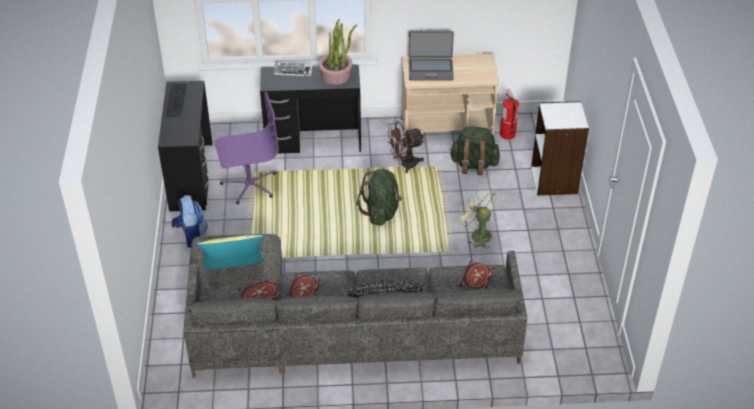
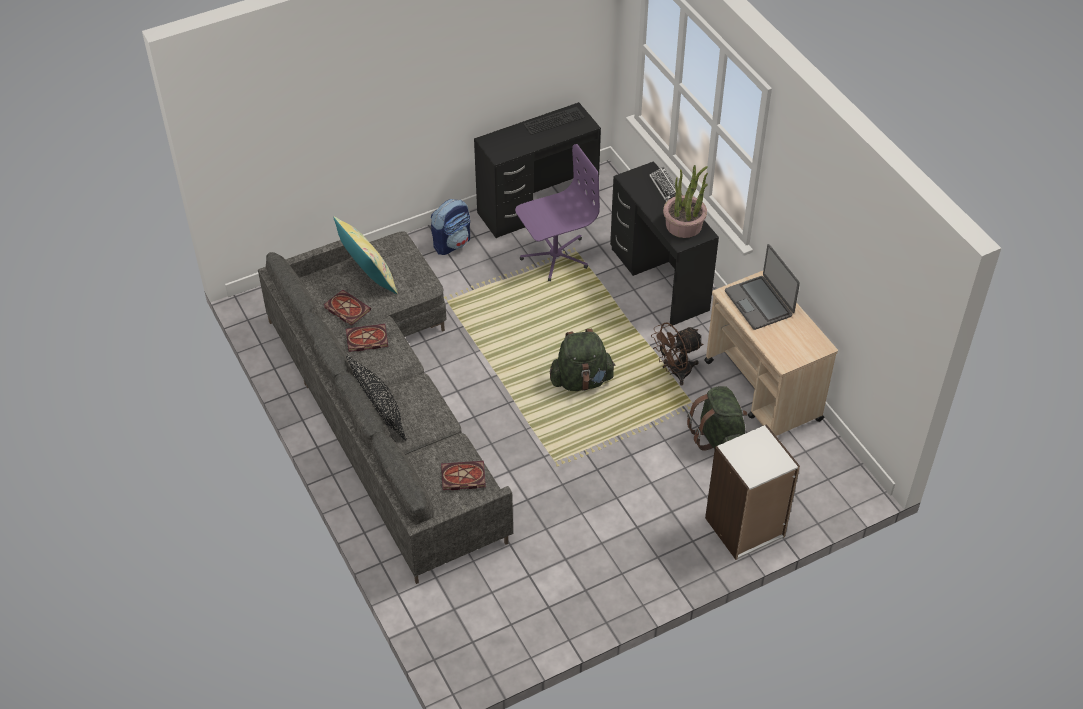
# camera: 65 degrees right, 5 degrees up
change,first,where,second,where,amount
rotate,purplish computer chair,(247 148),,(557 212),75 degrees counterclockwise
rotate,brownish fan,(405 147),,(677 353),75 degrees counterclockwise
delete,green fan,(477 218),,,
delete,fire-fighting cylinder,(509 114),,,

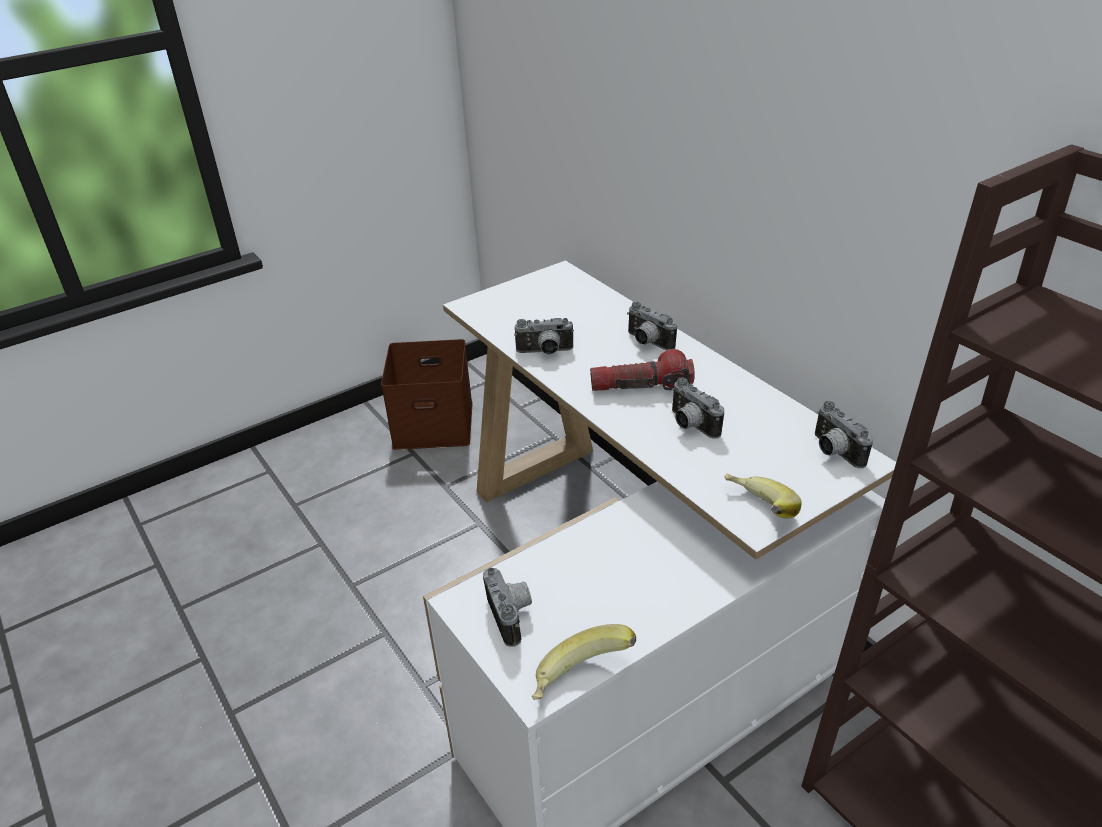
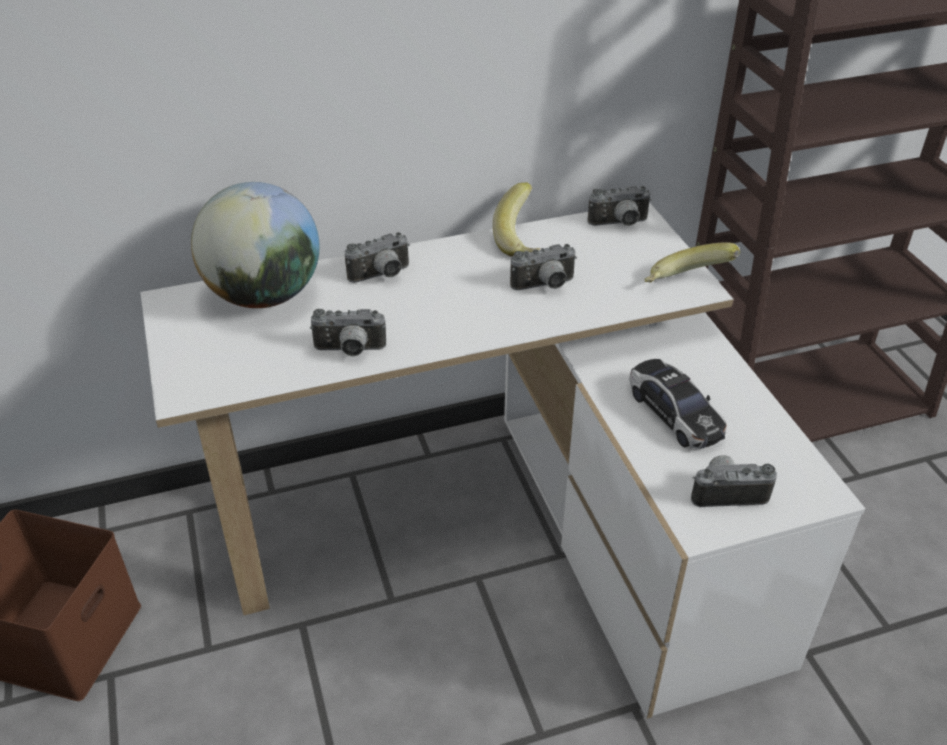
# camera: 75 degrees left, 5 degrees up
change,first,where,second,where,amount
insert,,,desk globe,(255 245),
rotate,photo camera,(544 336),,(348 333),75 degrees clockwise
move,whole banana,(584 662),,(516 219),
insert,,,toy car,(678 404),
delete,hand torch,(642 370),,,

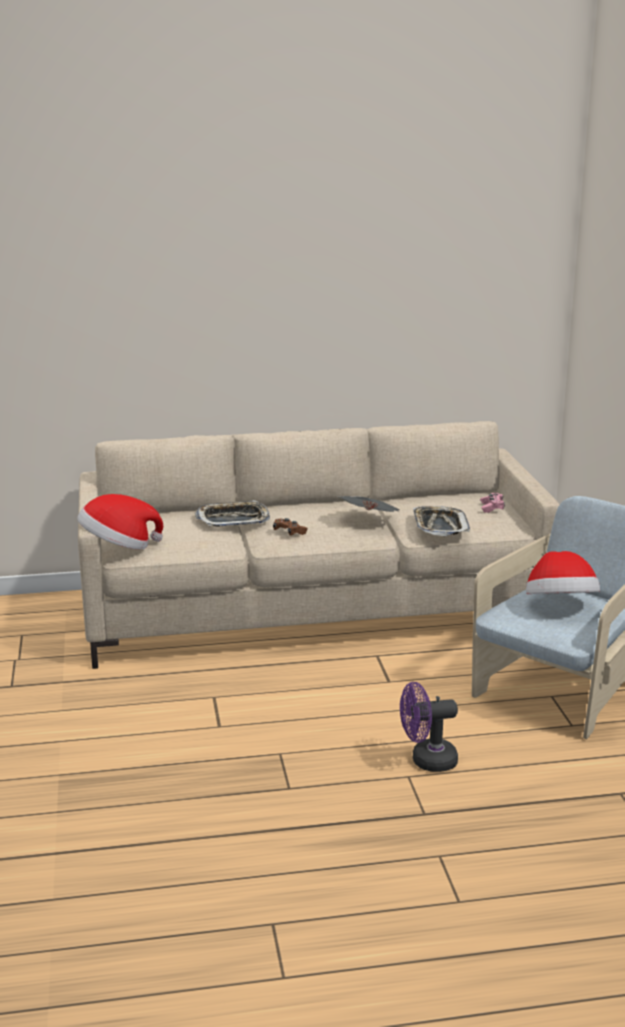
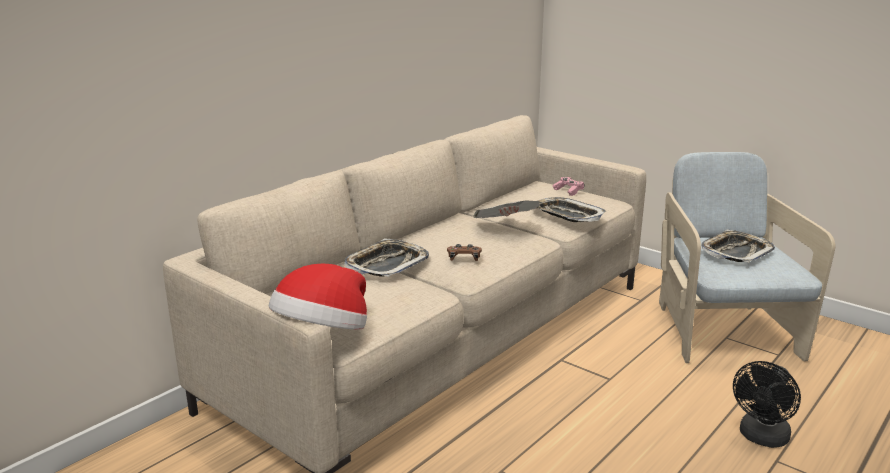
# camera: 40 degrees left, 0 degrees up
change,first,where,second,where,amount
replace,hat,(563 572),carrying tray,(738 246),
recolor,purplish fan,(429 727),black-coloured fan,(767 404),

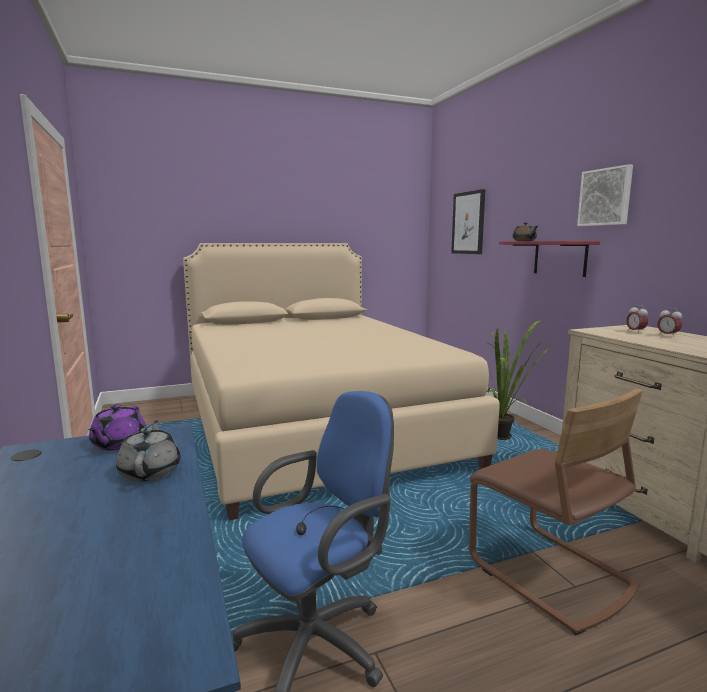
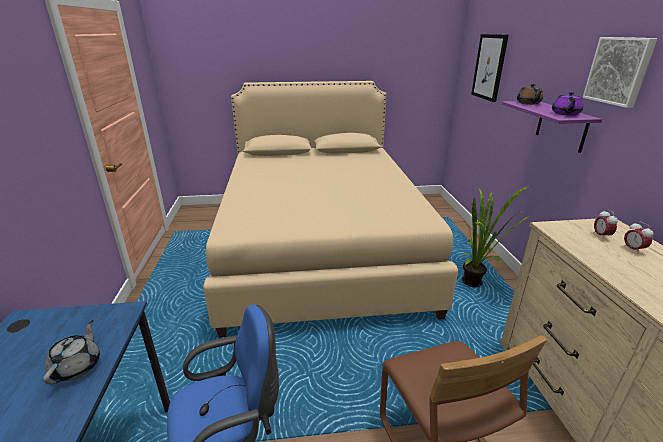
# camera: 15 degrees right, 15 degrees up
change,first,where,second,where,amount
recolor,red shelf,(549 259),purplish shelf,(552 127),
move,purplish tea pot,(117 427),,(567 104),

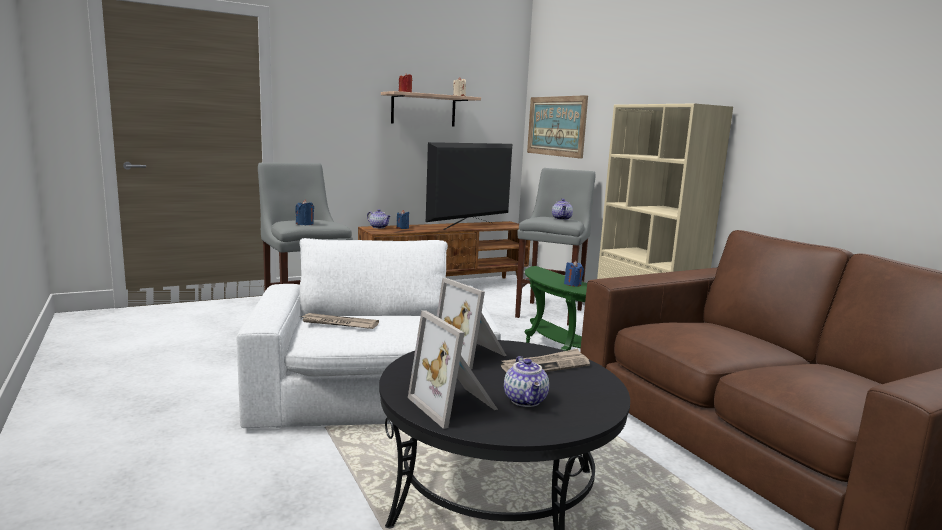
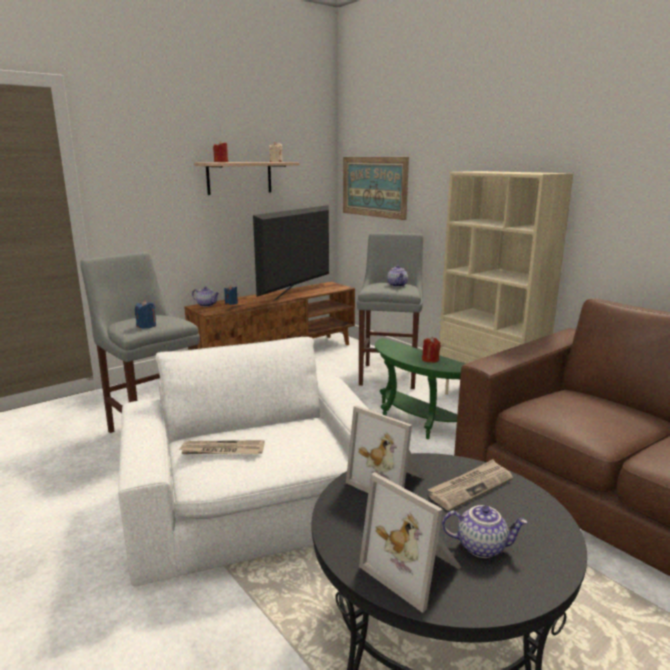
# camera: 10 degrees left, 5 degrees up
change,first,where,second,where,amount
recolor,bluish candle,(574 274),red candle,(431 350),
rotate,tea pot,(526 381),,(485 531),60 degrees counterclockwise

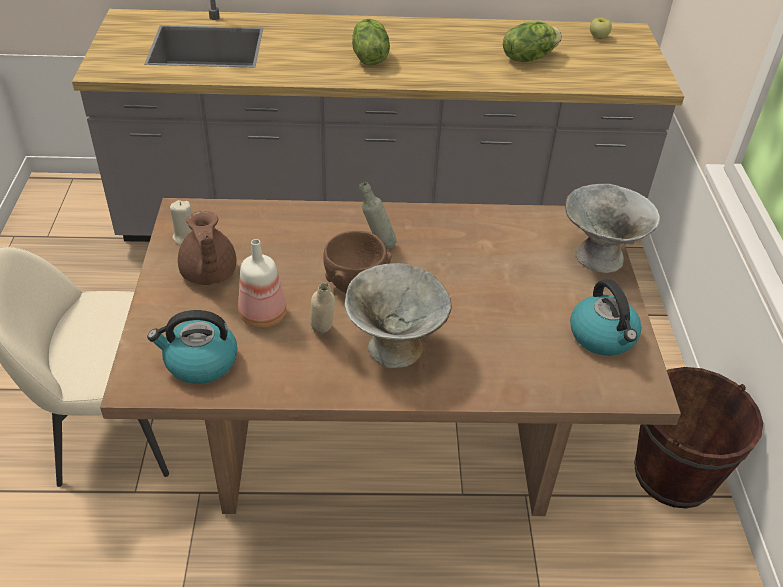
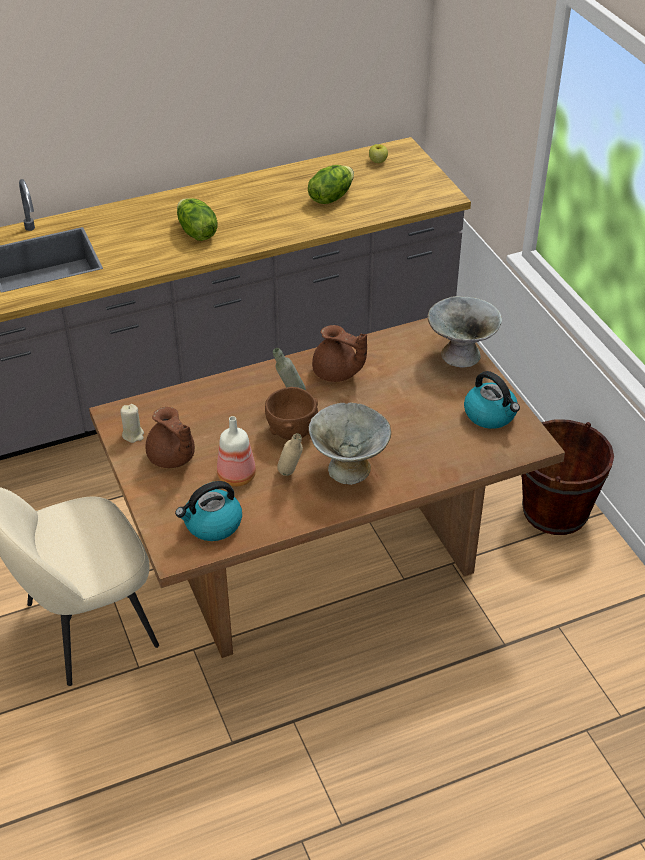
# camera: 20 degrees left, 0 degrees up
change,first,where,second,where,amount
insert,,,brownish tea pot,(339 353),

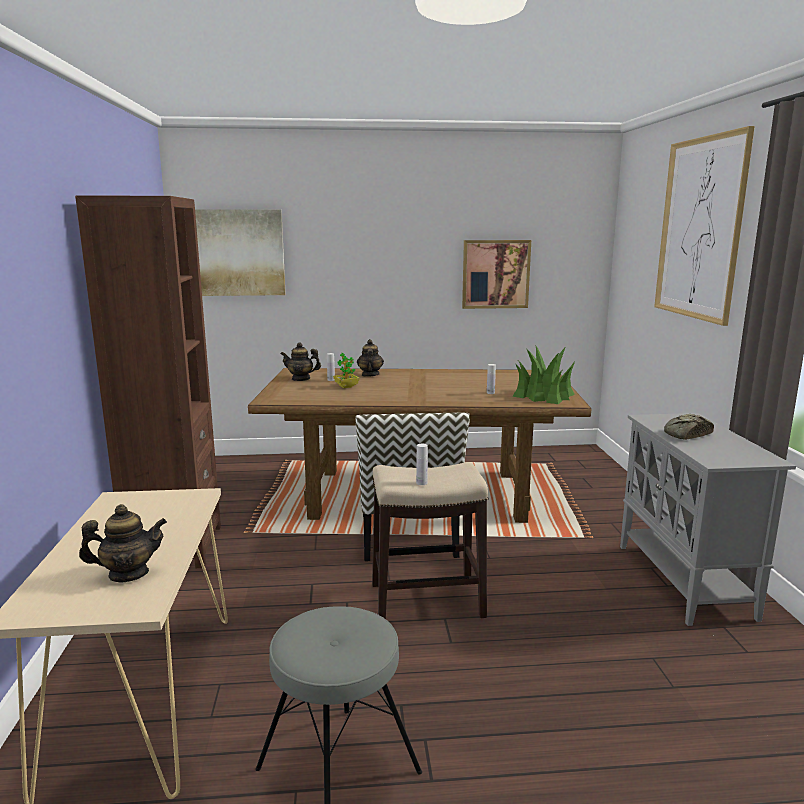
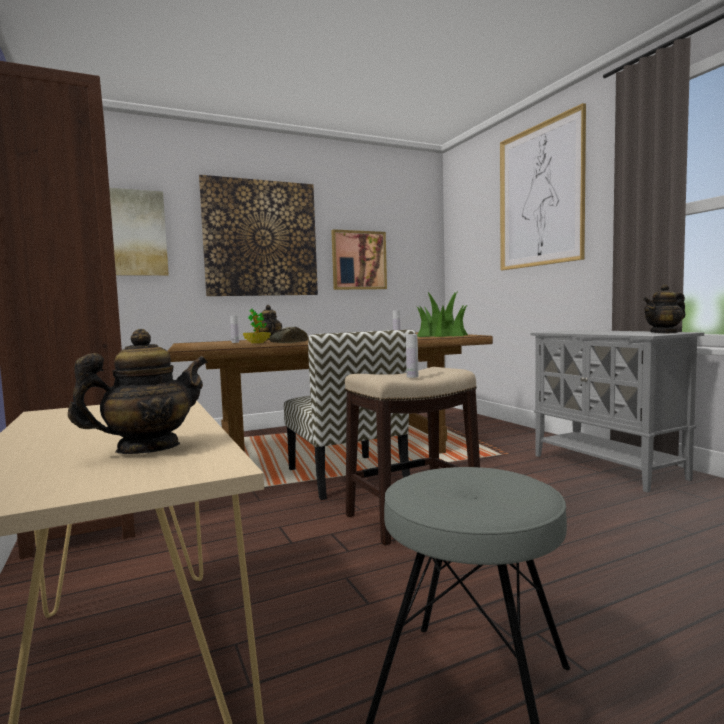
# camera: 20 degrees left, 10 degrees down
change,first,where,second,where,amount
insert,,,wall picture,(258 235),
move,bread,(689 427),,(289 335),
move,tea pot,(300 361),,(664 308),

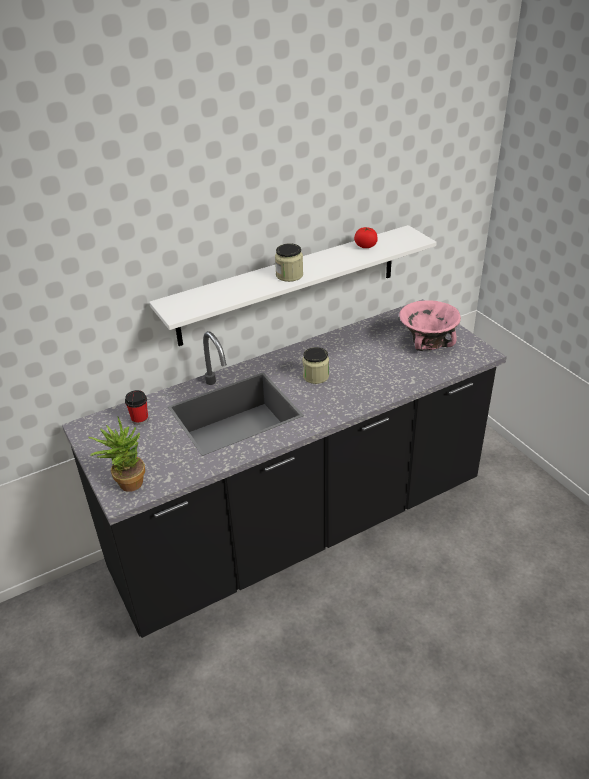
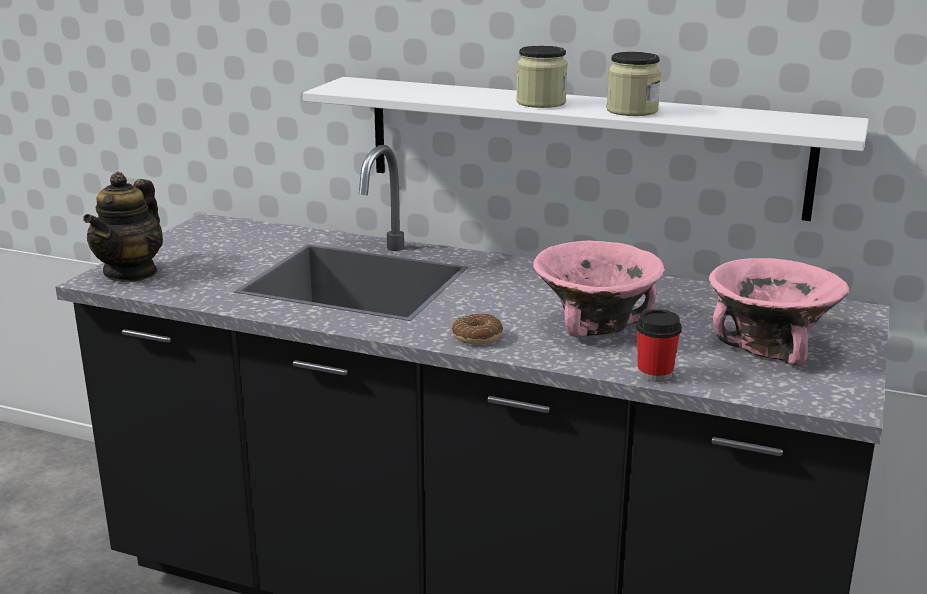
# camera: 50 degrees right, 15 degrees down
change,first,where,second,where,amount
replace,houseplant,(116 454),tea pot,(123 227),
insert,,,donut,(477 329),
insert,,,pinkish serving bowl,(598 289),
move,jar,(315 365),,(634 84),
move,drinking cup,(136 407),,(659 345),
delete,fresh tomato,(366 237),,,

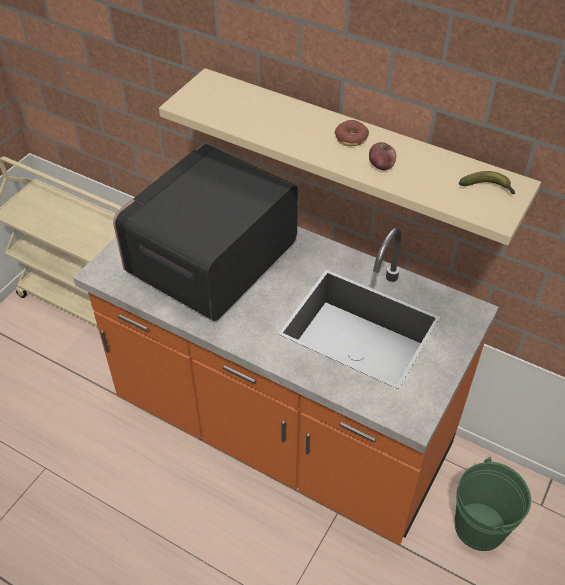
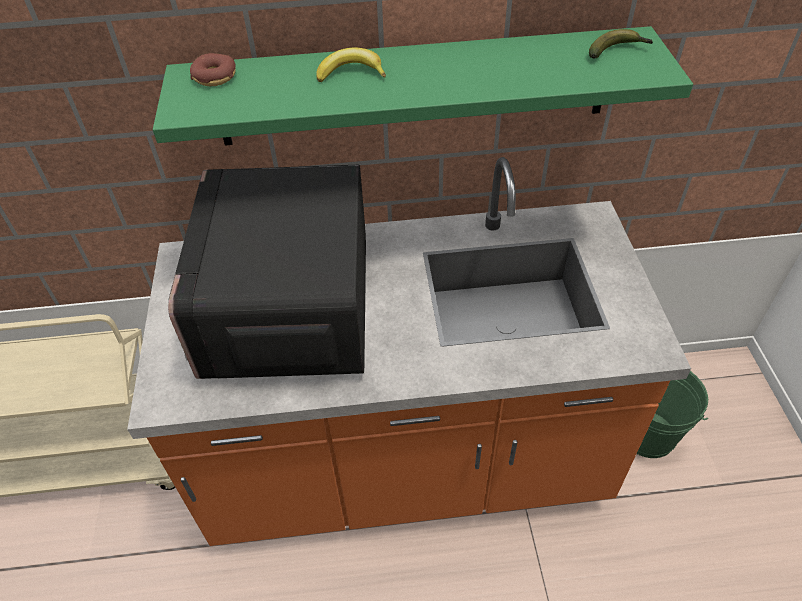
# camera: 35 degrees left, 0 degrees up
change,first,where,second,where,amount
recolor,beige-coloured shelf,(350 157),green shelf,(423 86),
move,donut,(352 133),,(213 69),
insert,,,whole banana,(351 64),
delete,apple fruit,(382 156),,,

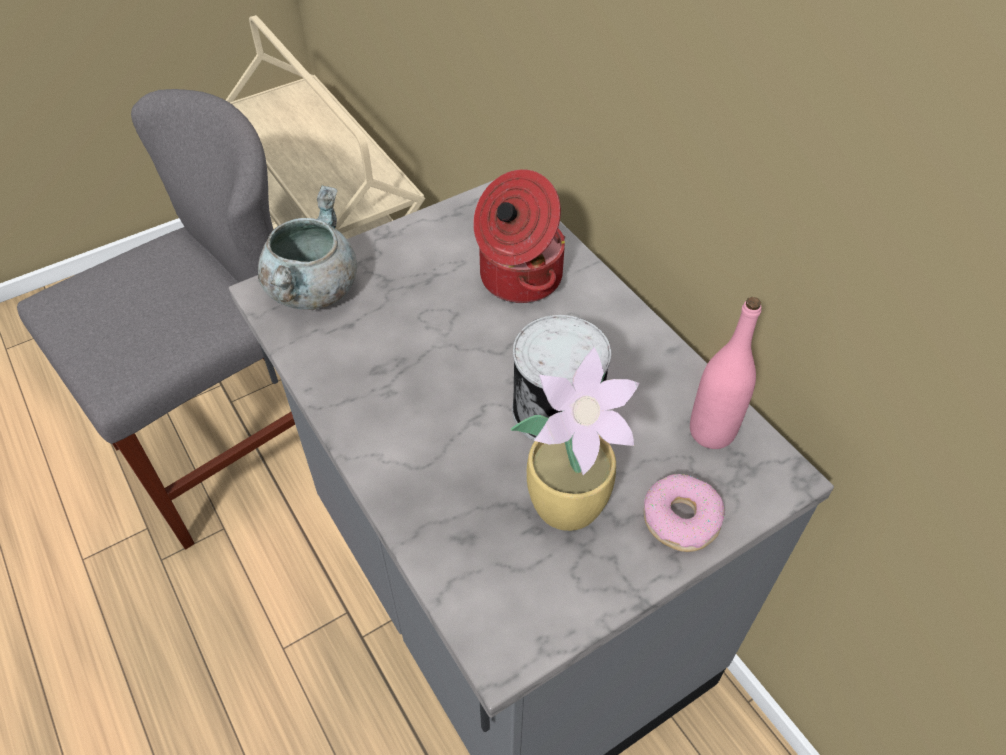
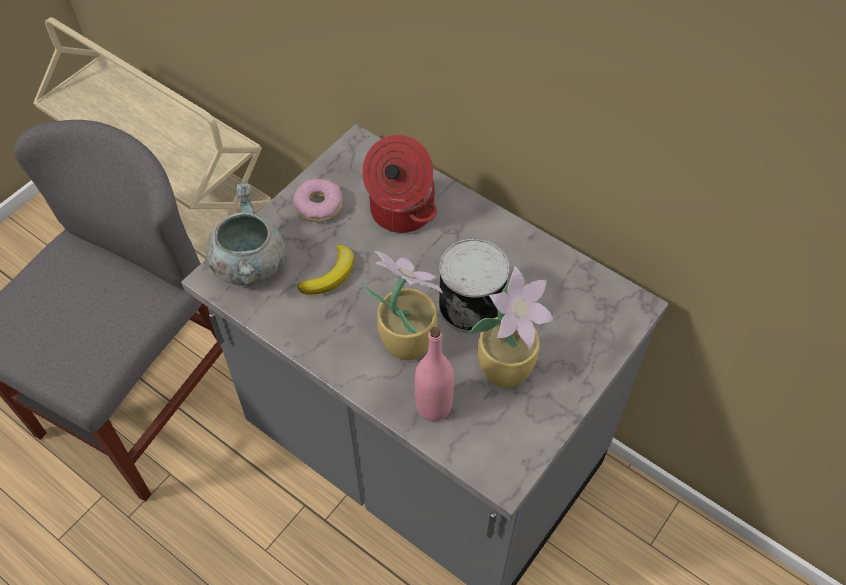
# camera: 20 degrees left, 5 degrees up
change,first,where,second,where,amount
move,donut,(684 513),,(317 200),
insert,,,whole banana,(325 269),
insert,,,houseplant,(402 305),
move,pinkish drink bottle,(725 373),,(434 374),

